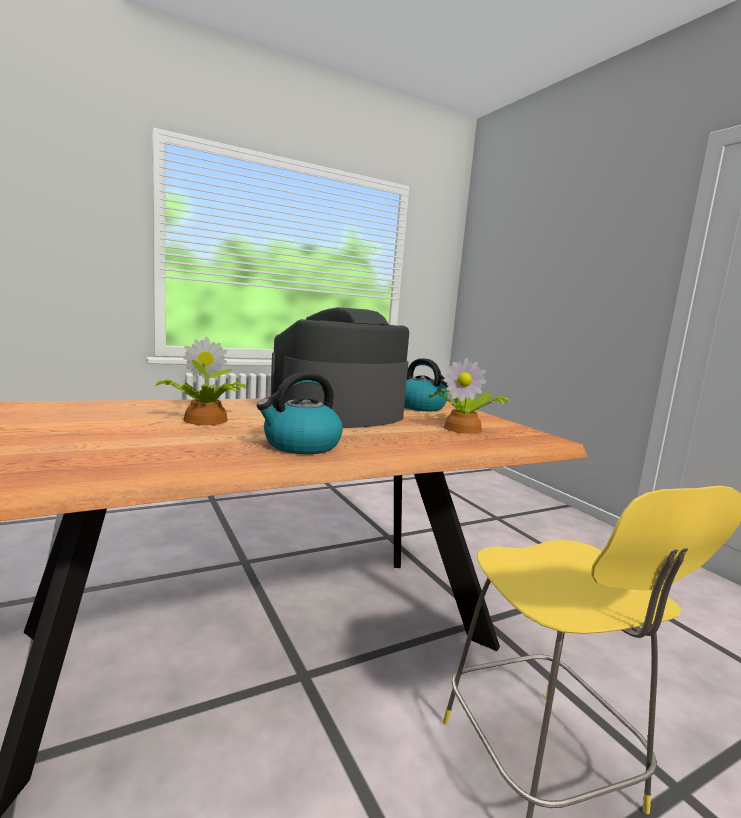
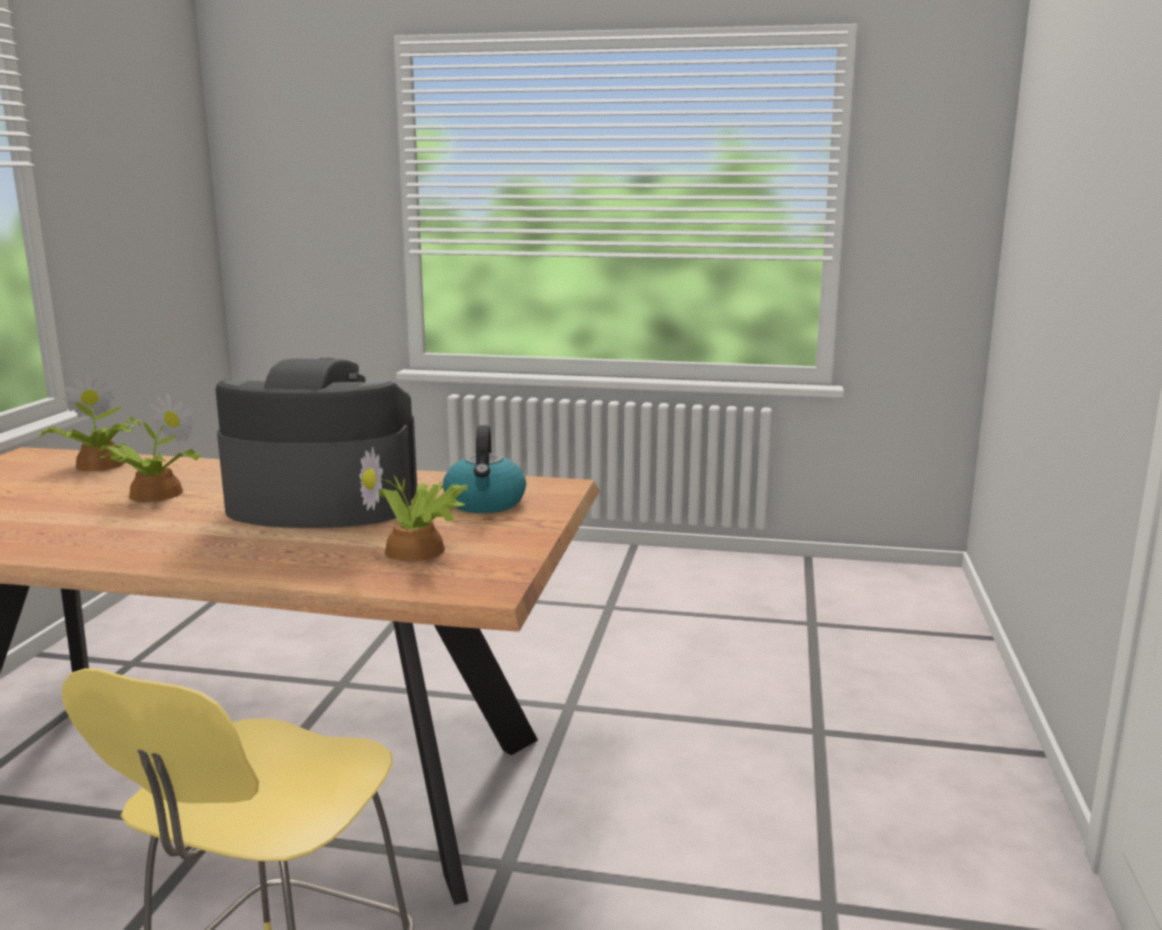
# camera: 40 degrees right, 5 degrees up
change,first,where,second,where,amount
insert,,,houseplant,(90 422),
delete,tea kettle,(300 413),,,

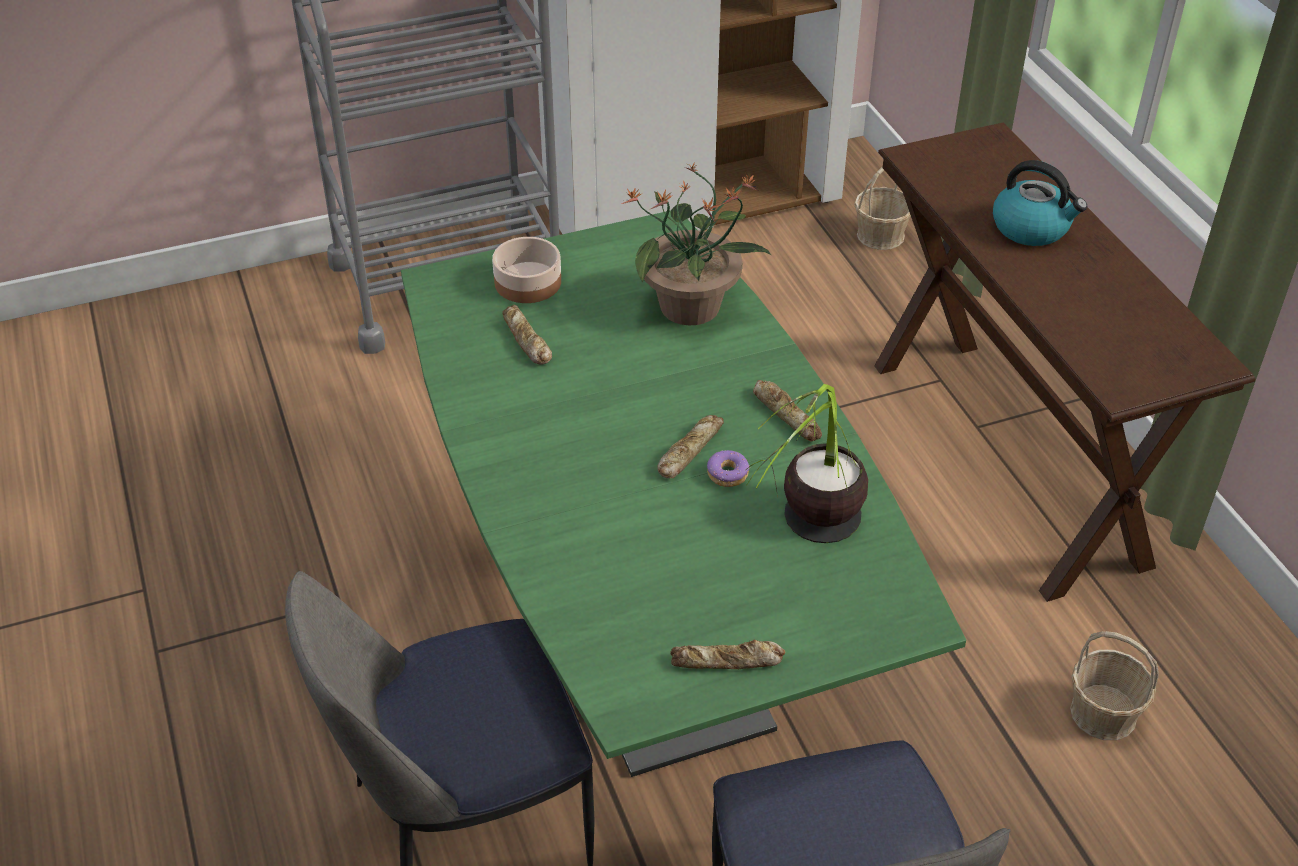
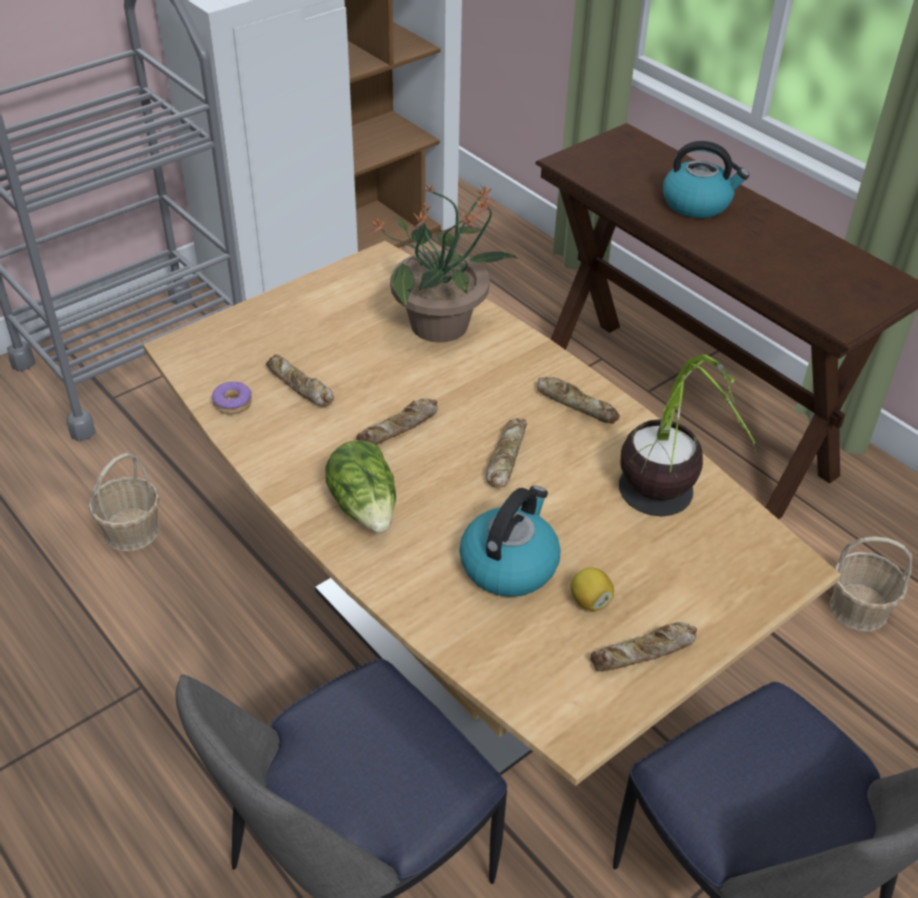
# camera: 20 degrees left, 0 degrees up
change,first,where,second,where,amount
move,storage basket,(882 208),,(124 502),
recolor,green dinner table,(683 493),brownish dinner table,(492 513),
move,donut,(728 468),,(232 397),
insert,,,lettuce head,(360 486),
insert,,,bread,(397 421),
insert,,,tea kettle,(510 541),
insert,,,whole lemon,(592 589),
delete,serving bowl,(526 270),,,

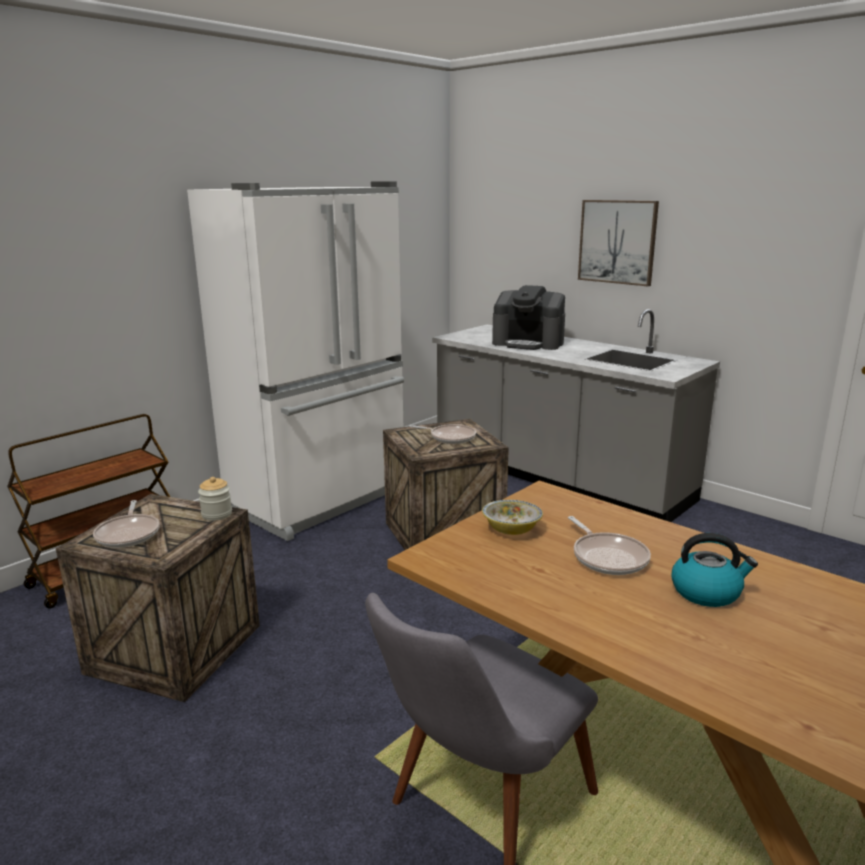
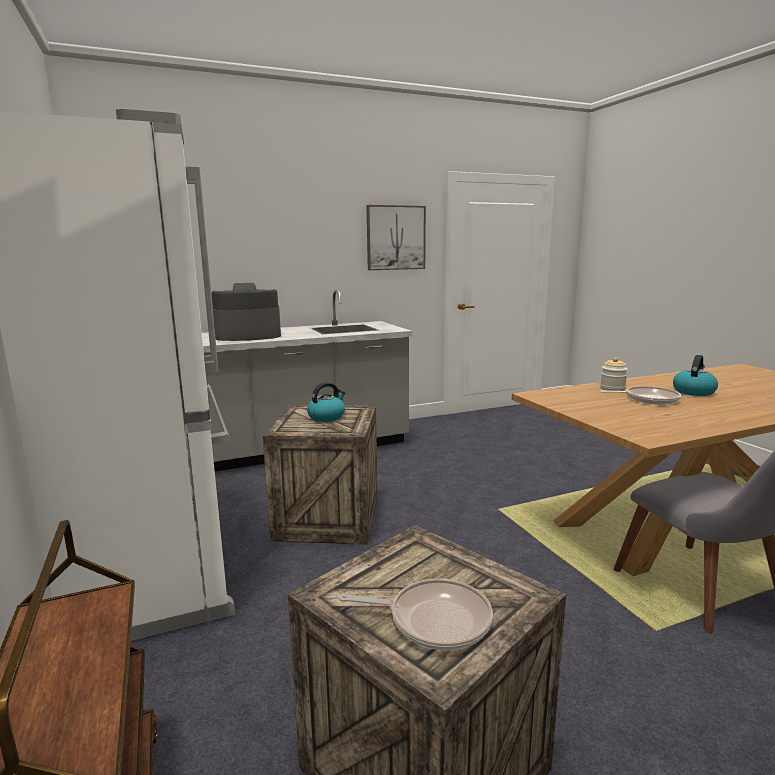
# camera: 65 degrees left, 5 degrees down
change,first,where,second,where,amount
rotate,coffee maker,(528 317),,(246 312),150 degrees counterclockwise
replace,frying pan,(442 434),tea kettle,(326 402),
move,wall picture,(618 243),,(396 237),
move,jar,(215 499),,(614 374),
delete,serving bowl,(512 517),,,

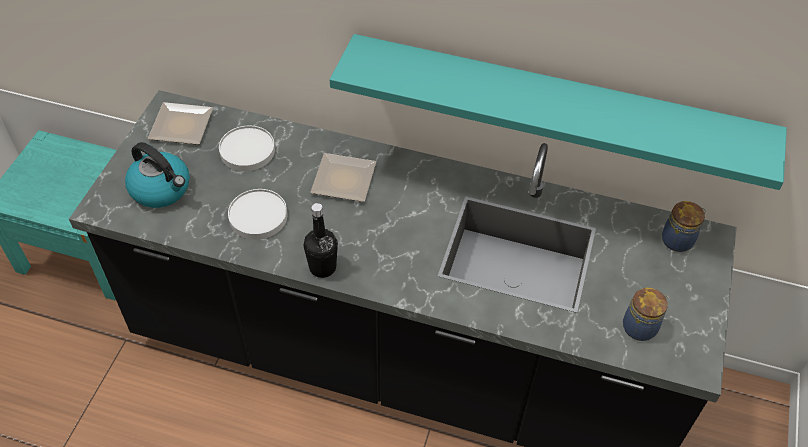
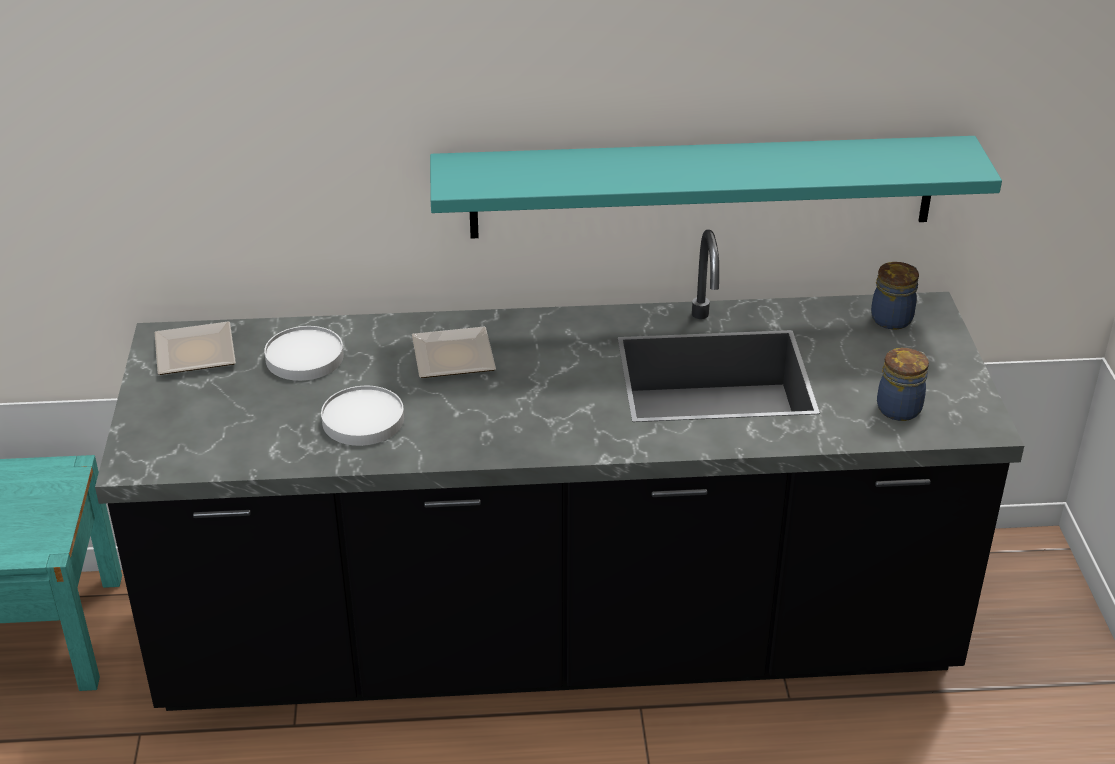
# camera: 20 degrees left, 15 degrees down
change,first,where,second,where,amount
delete,tea kettle,(157 175),,,
delete,black-coloured drink bottle,(321 240),,,

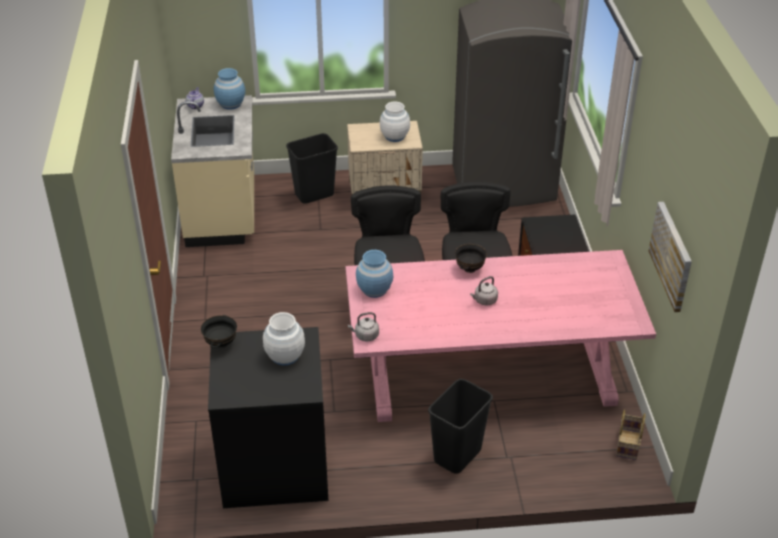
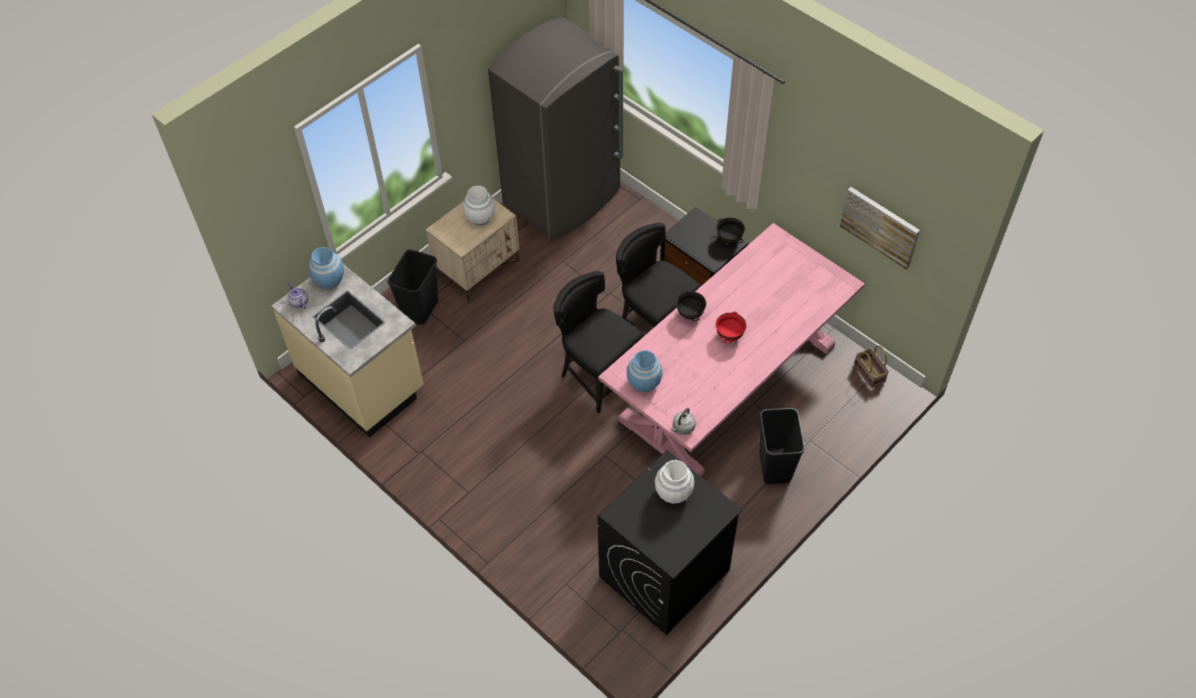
# camera: 40 degrees left, 15 degrees up
change,first,where,second,where,amount
move,black-coloured serving bowl,(219 332),,(730 231),
replace,gray tea kettle,(484 290),red serving bowl,(731 327),

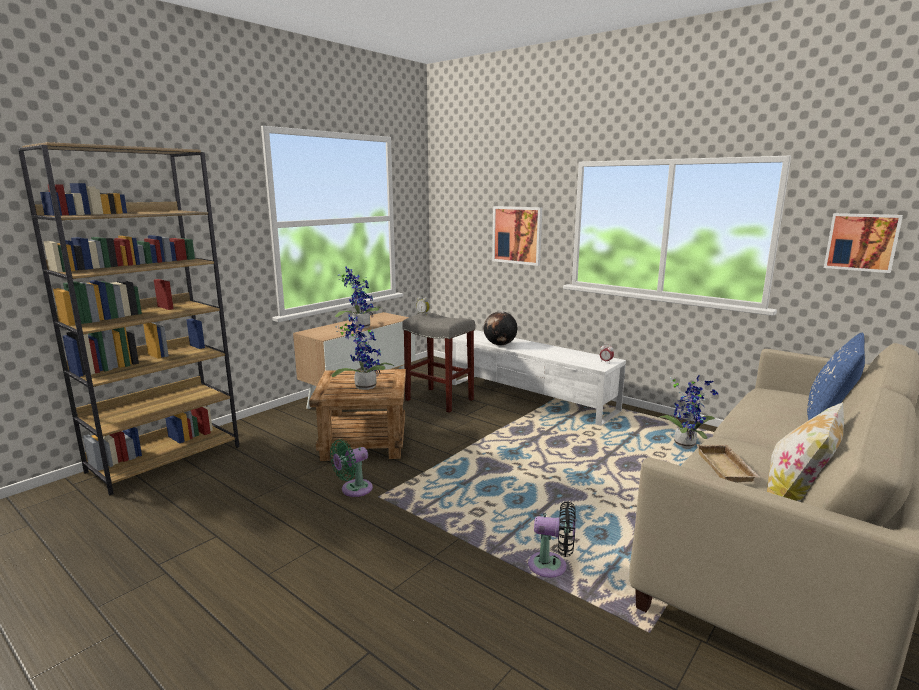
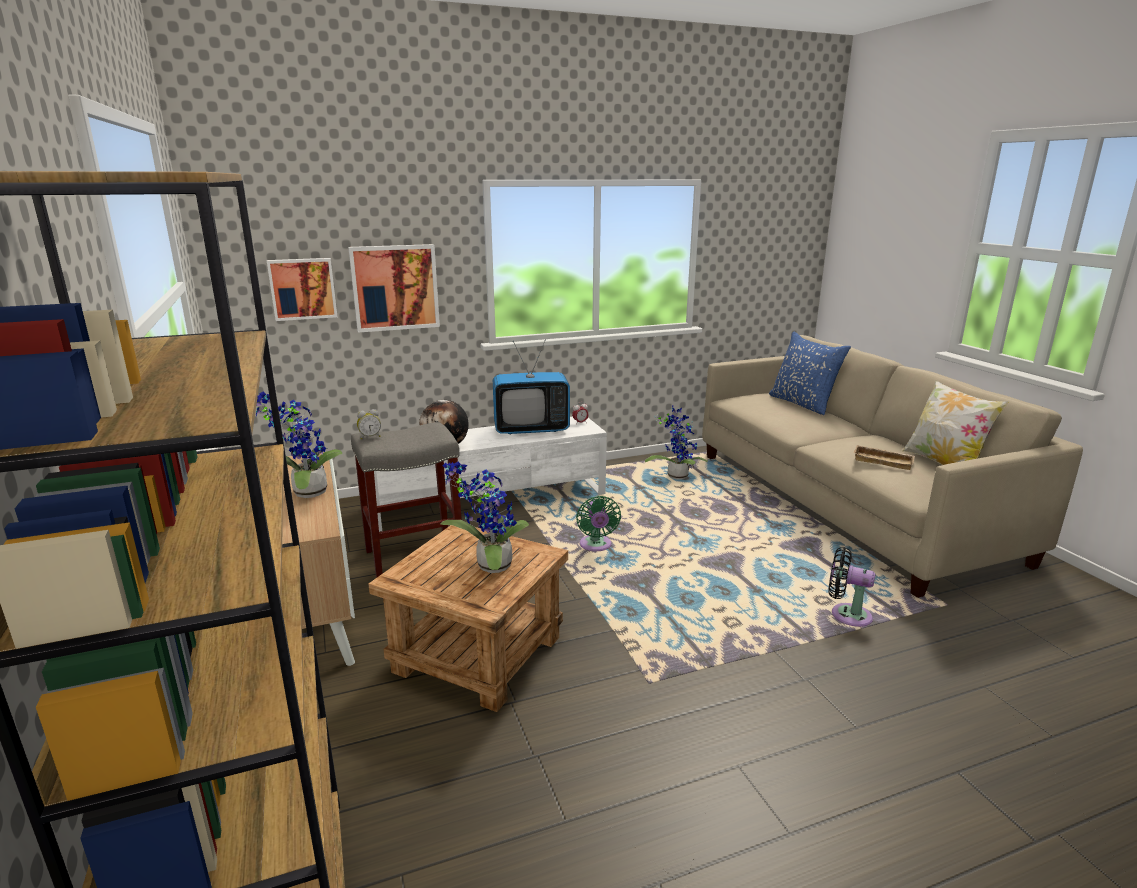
# camera: 60 degrees left, 5 degrees up
change,first,where,second,where,amount
move,wall picture,(863 243),,(302 289),
insert,,,TV,(531 388),
move,green fan,(351 468),,(598 523),
rotate,black-coloured fan,(552 539),,(852 587),105 degrees counterclockwise

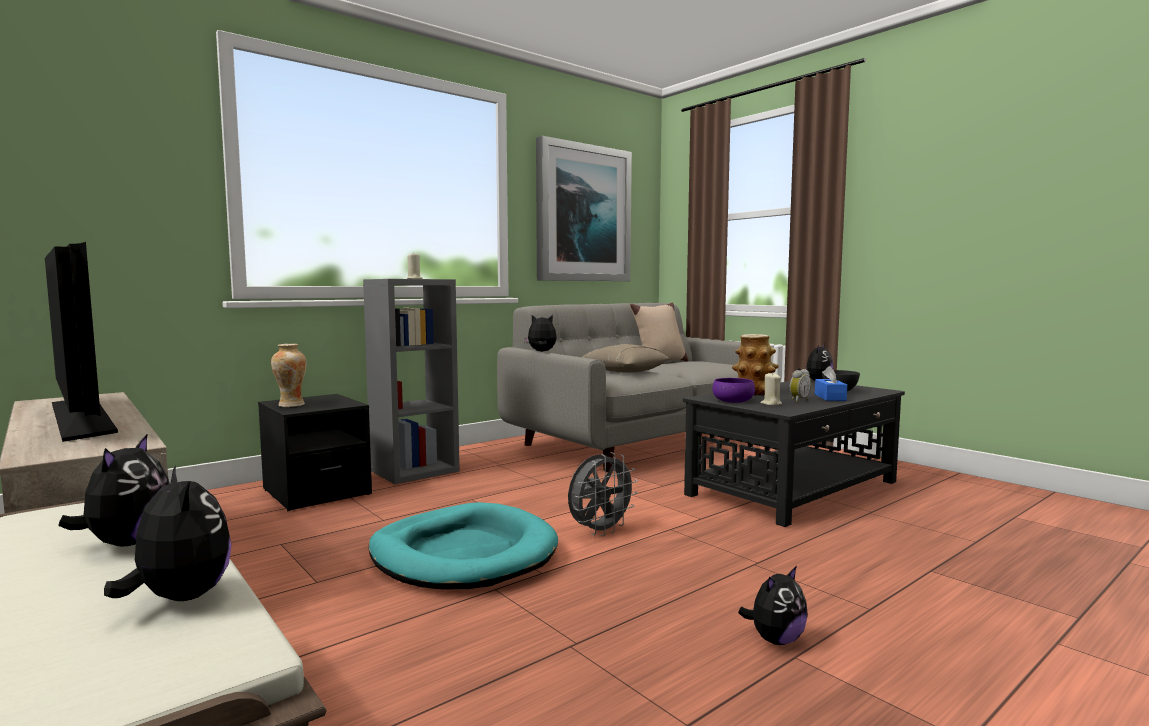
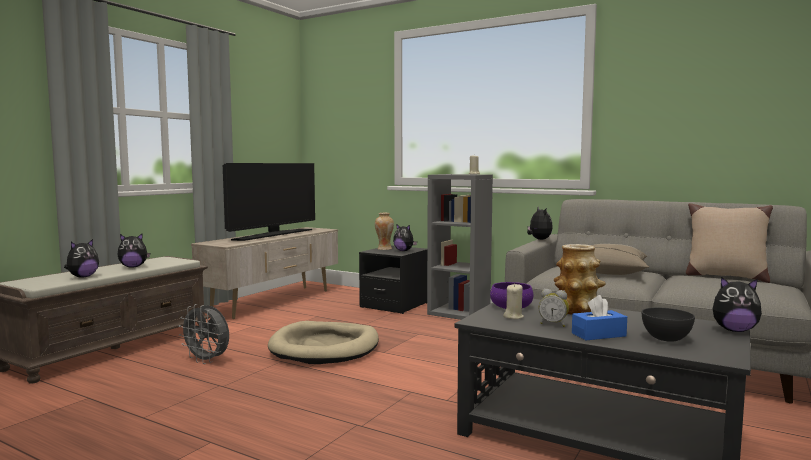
# camera: 70 degrees right, 0 degrees up
change,first,where,second,where,amount
move,gray fan,(603 494),,(203 334),
recolor,turquoise dog cushion,(463 546),beige-coloured dog cushion,(323 342),
move,cuddly toy,(773 605),,(405 237),
delete,wall picture,(584 208),,,

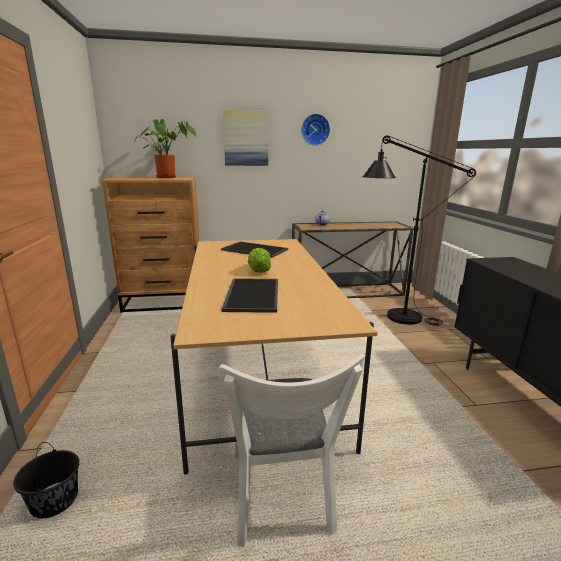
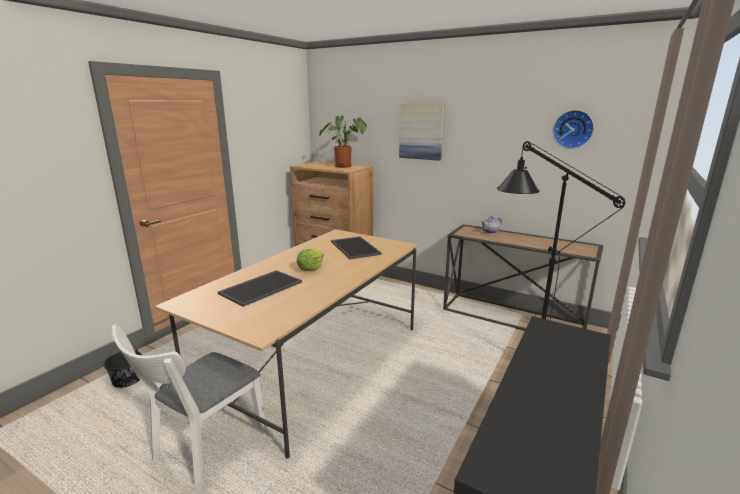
# camera: 40 degrees right, 0 degrees up
change,first,where,second,where,amount
move,clock on the wall,(315 130),,(573 129),

